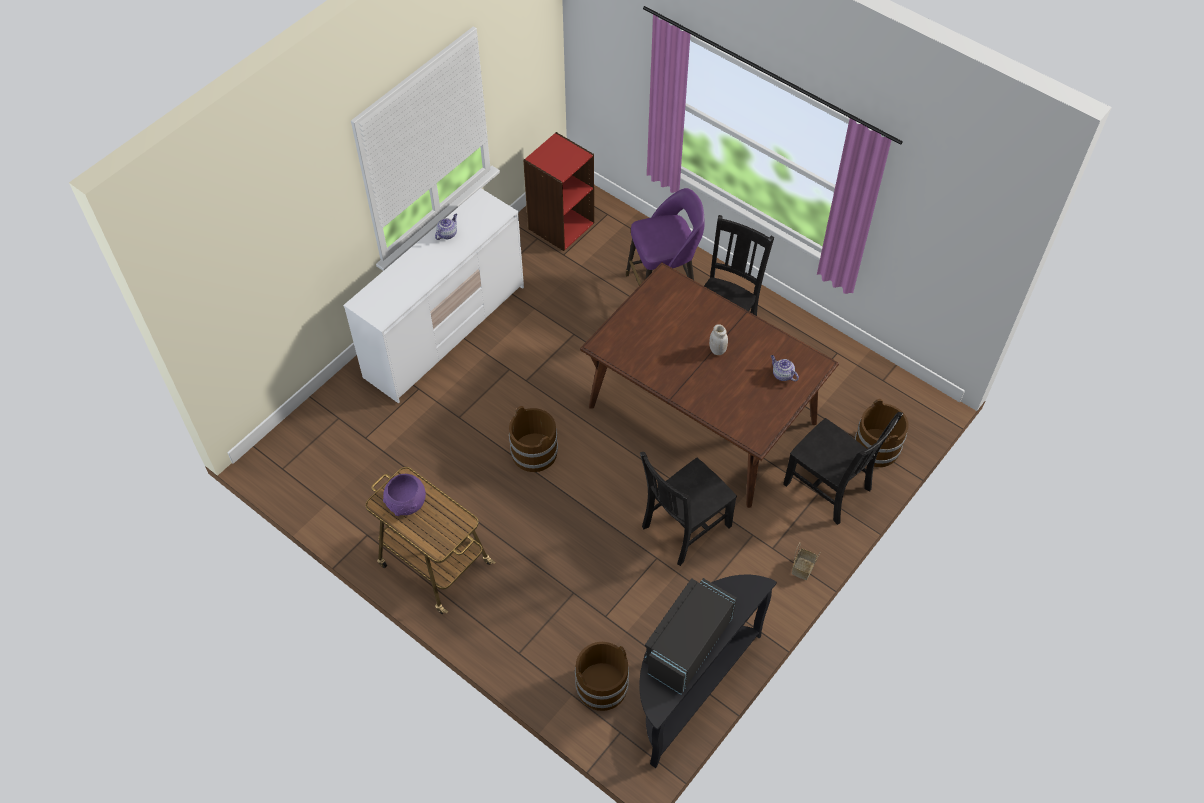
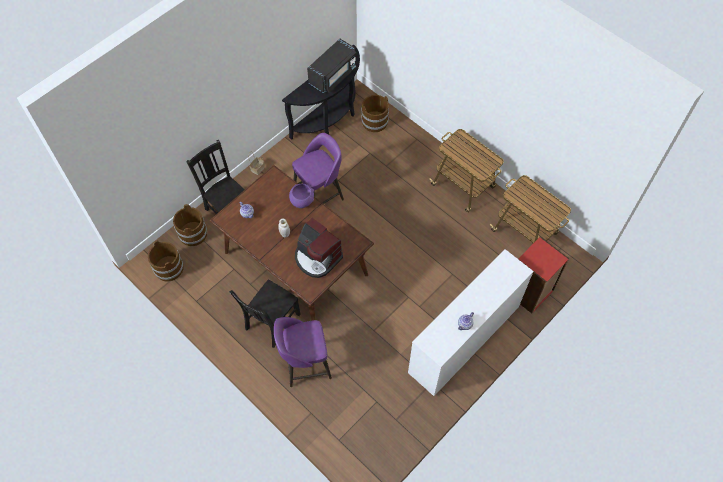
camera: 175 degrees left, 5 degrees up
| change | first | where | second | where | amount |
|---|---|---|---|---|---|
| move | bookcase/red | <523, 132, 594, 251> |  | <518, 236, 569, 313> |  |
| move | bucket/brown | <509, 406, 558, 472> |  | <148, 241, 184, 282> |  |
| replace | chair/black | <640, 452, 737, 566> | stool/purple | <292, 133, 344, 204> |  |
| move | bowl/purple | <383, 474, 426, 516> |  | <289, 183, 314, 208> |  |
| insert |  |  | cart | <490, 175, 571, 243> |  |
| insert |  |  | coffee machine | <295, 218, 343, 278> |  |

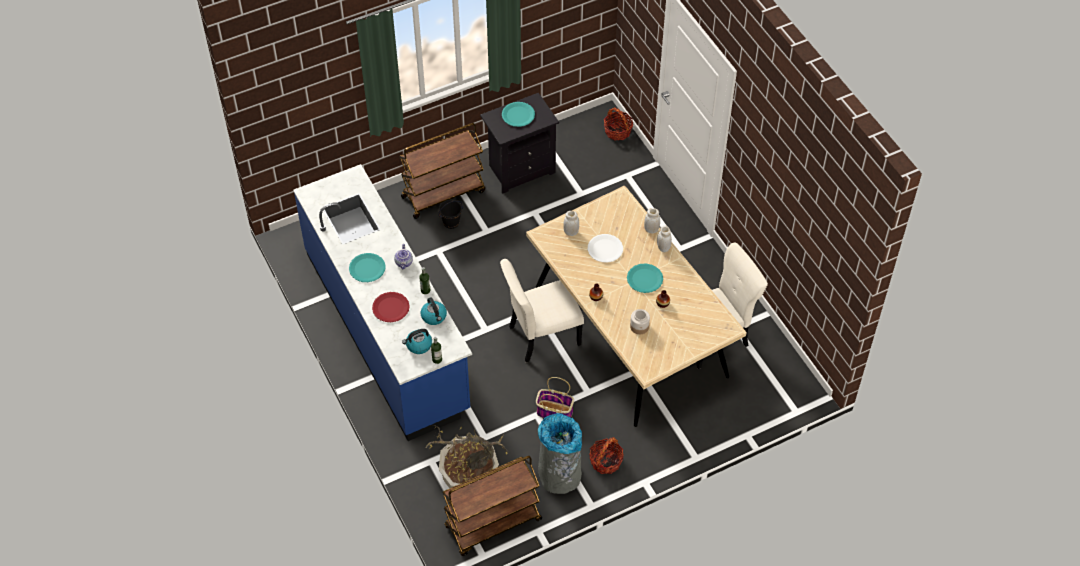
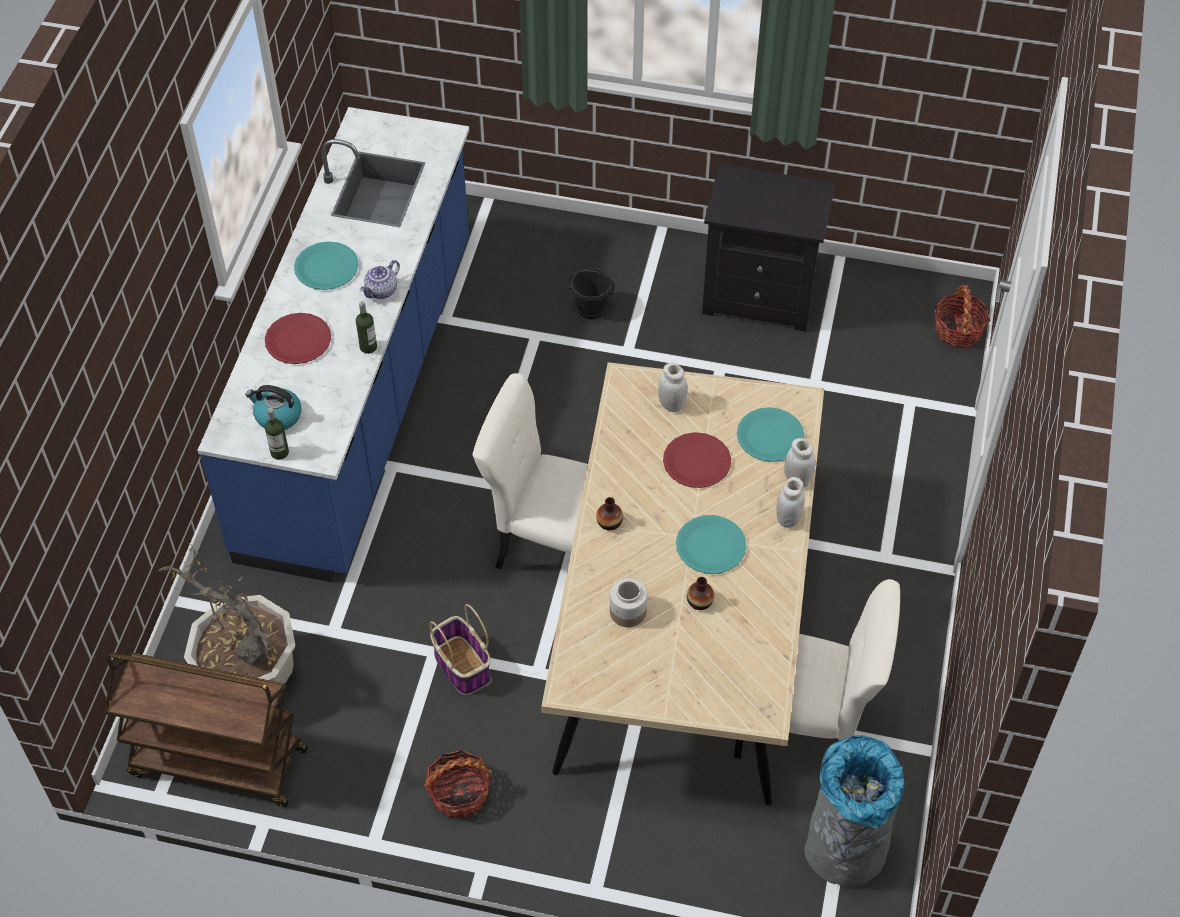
camera: 40 degrees right, 0 degrees up
| change | first | where | second | where | amount |
|---|---|---|---|---|---|
| move | plate/turquoise | <502, 102, 535, 127> |  | <737, 407, 804, 462> |  |
| delete | cart/brown | <399, 123, 485, 219> |  |  |  |
| recolor | plate/white | <588, 234, 623, 262> | plate/red | <663, 432, 731, 488> |  |
| delete | kettle | <421, 297, 447, 325> |  |  |  |
| move | trash can/grey | <538, 413, 582, 494> |  | <804, 735, 905, 887> |  |

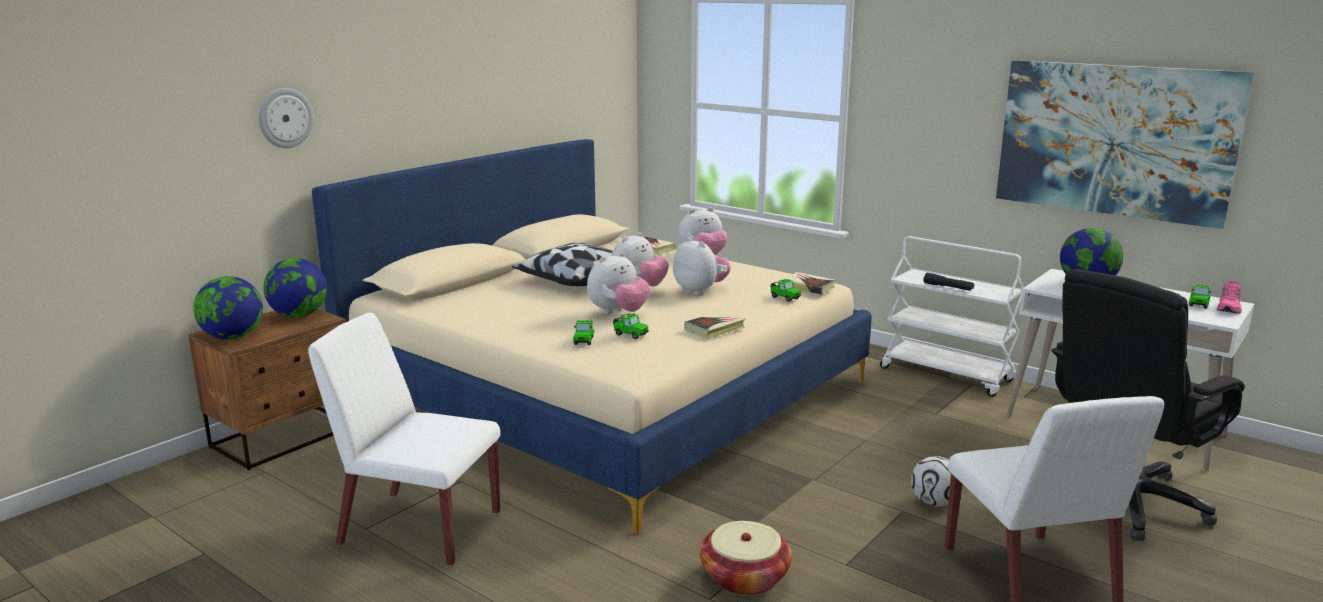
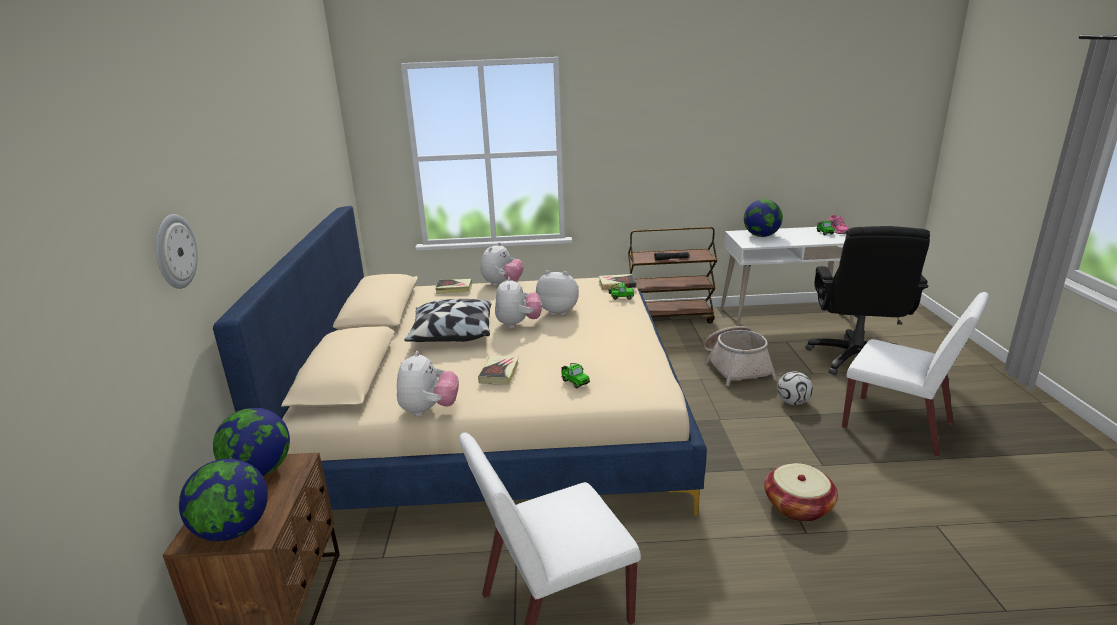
camera: 40 degrees left, 5 degrees up
| change | first | where | second | where | amount |
|---|---|---|---|---|---|
| delete | picture | <996, 60, 1254, 229> |  |  |  |
| recolor | cart/white | <880, 236, 1024, 397> | cart/brown | <628, 227, 717, 323> |  |
| move | plush toy | <587, 252, 650, 314> |  | <397, 351, 459, 417> |  |
| move | book | <685, 311, 745, 339> |  | <478, 356, 519, 385> |  |
| delete | toy car | <613, 313, 649, 339> |  |  |  |
| insert |  |  | basket | <704, 326, 777, 386> |  |

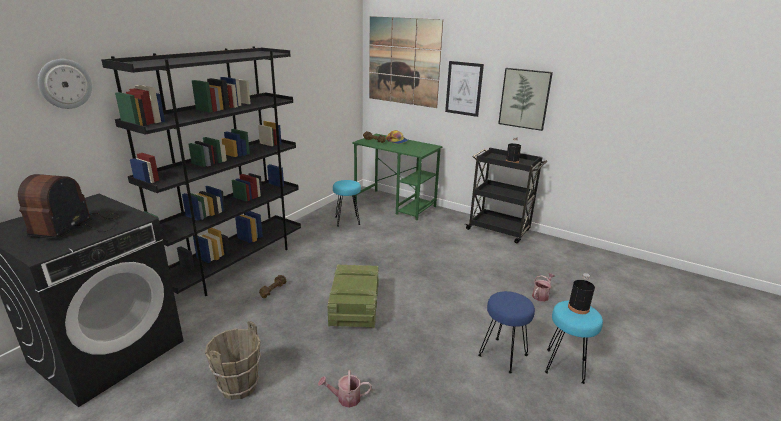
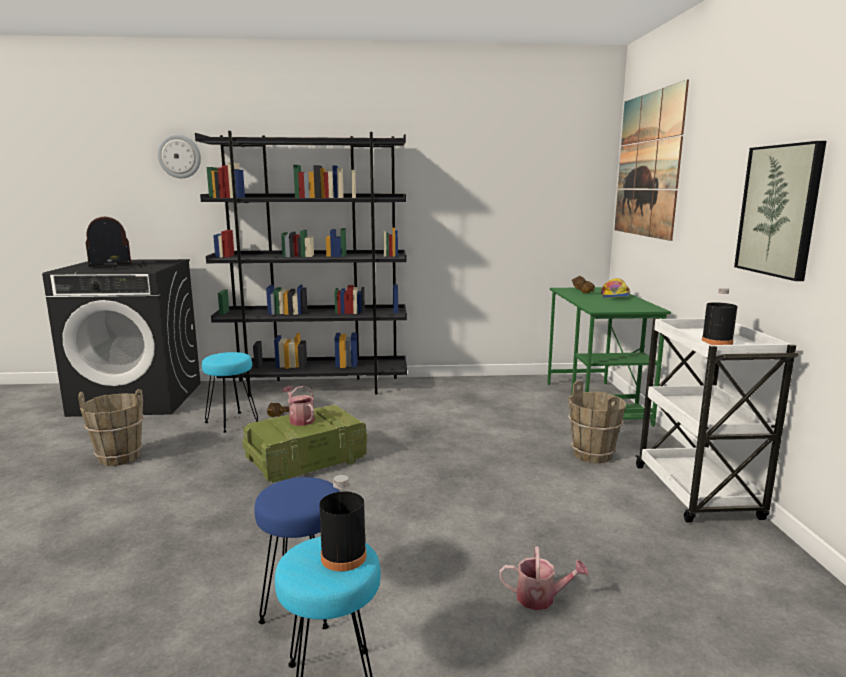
camera: 55 degrees right, 10 degrees down
| change | first | where | second | where | amount |
|---|---|---|---|---|---|
| delete | picture | <445, 61, 484, 117> |  |  |  |
| recolor | cart/black | <465, 147, 547, 243> | cart/white | <635, 318, 798, 523> |  |
| move | stool/turquoise | <333, 180, 361, 226> |  | <202, 352, 258, 433> |  |
| move | watering can | <318, 370, 372, 408> |  | <282, 385, 315, 426> |  |
| insert |  |  | bucket/brown | <568, 381, 626, 463> |  |

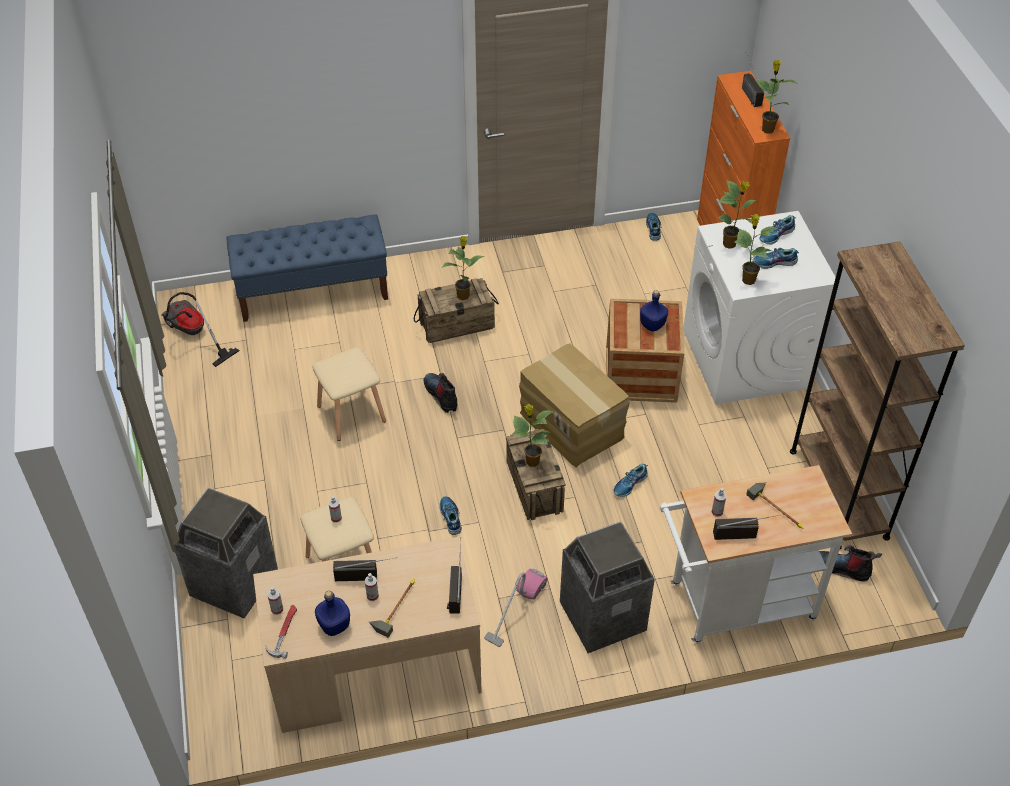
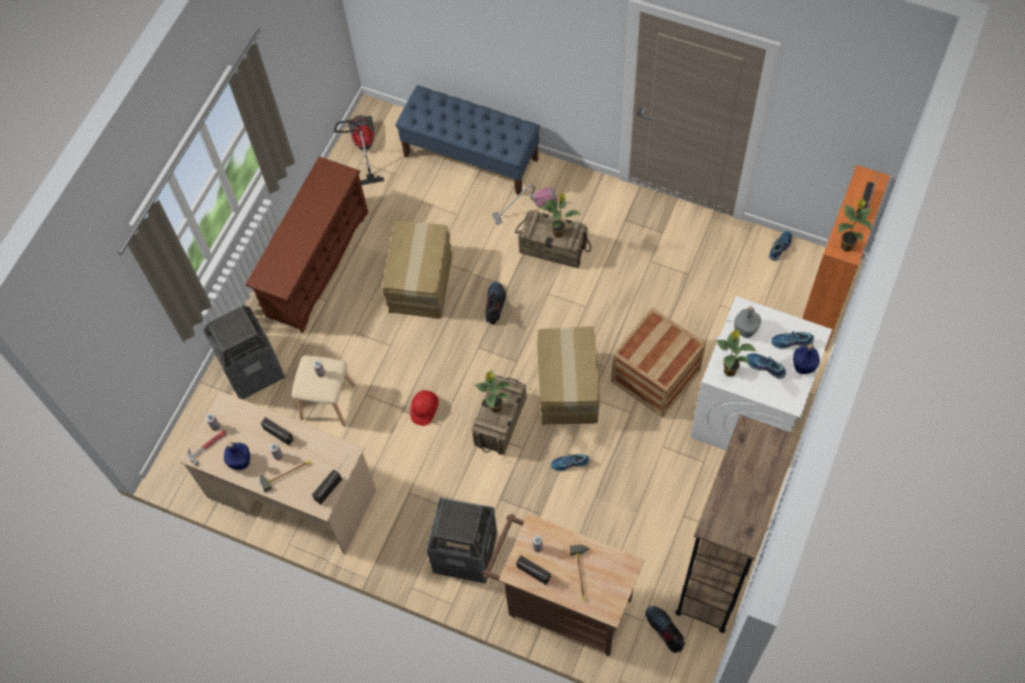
camera: 40 degrees right, 15 degrees up
| change | first | where | second | where | amount |
|---|---|---|---|---|---|
| replace | potted plant | <717, 180, 757, 249> | bottle/grey | <734, 306, 761, 338> |  |
| move | bottle/blue | <640, 290, 668, 331> |  | <793, 344, 820, 374> |  |
| replace | stool/beige | <312, 347, 386, 441> | cardboard box | <382, 221, 452, 318> |  |
| recolor | cart/white | <660, 465, 852, 644> | cart/brown | <482, 514, 645, 656> |  |
| replace | shoe | <440, 496, 462, 535> | hard hat/red | <410, 390, 439, 426> |  |
| move | vacuum cleaner | <484, 569, 548, 647> |  | <492, 185, 558, 225> |  |
| insert |  |  | shoe rack/brown | <246, 157, 368, 333> |  |

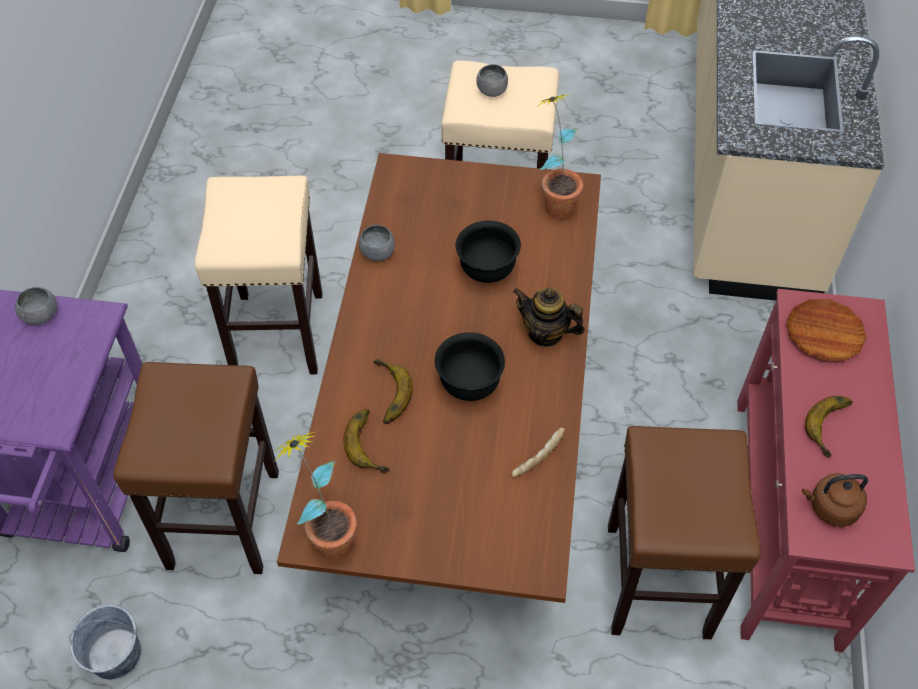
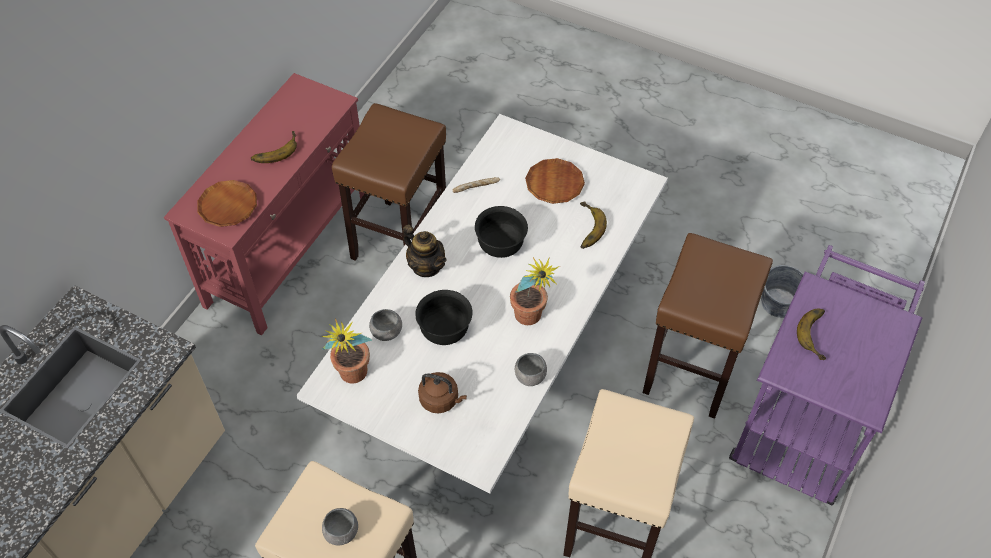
camera: 160 degrees left, 0 degrees up
| change | first | where | second | where | amount |
|---|---|---|---|---|---|
| recolor | dining table/brown | <277, 153, 601, 603> | dining table/white | <296, 114, 668, 493> |  |
| move | bowl/grey | <15, 287, 57, 325> |  | <369, 309, 402, 341> |  |
| move | banana | <373, 358, 413, 424> |  | <797, 309, 826, 360> |  |
| move | potted plant | <274, 431, 357, 560> |  | <510, 257, 560, 325> |  |
| move | kettle/brown | <802, 473, 868, 527> |  | <418, 372, 467, 414> |  |
| insert |  |  | plate/brown | <525, 158, 585, 204> |  |

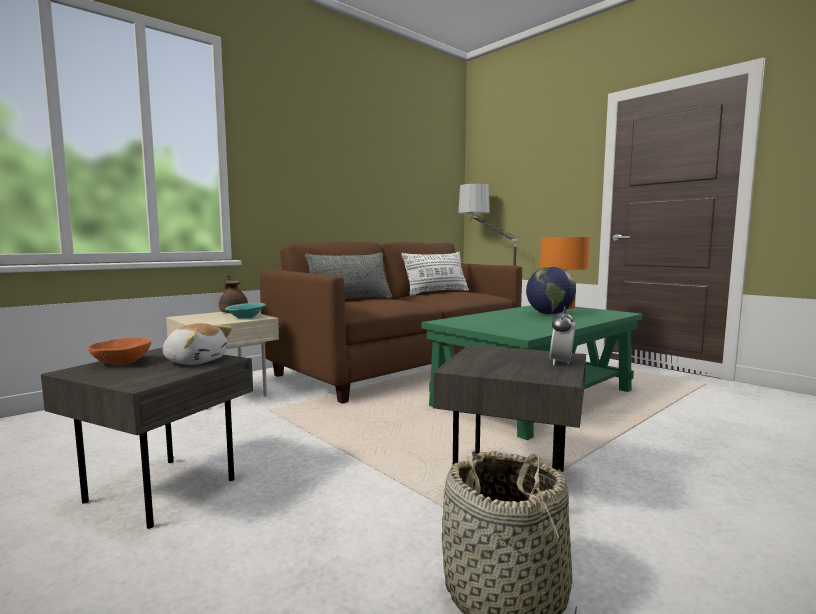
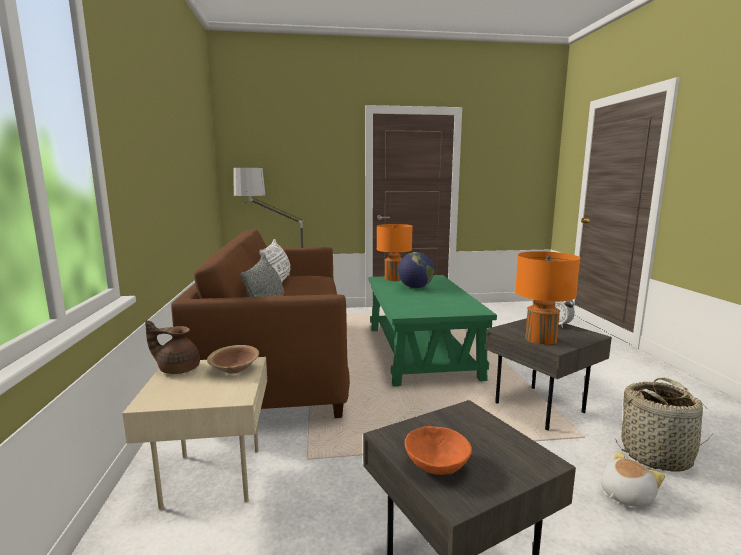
camera: 55 degrees left, 5 degrees up
| change | first | where | second | where | amount |
|---|---|---|---|---|---|
| recolor | bowl/turquoise | <225, 303, 266, 319> | bowl/brown | <207, 345, 259, 374> |  |
| move | plush toy | <163, 323, 233, 365> |  | <601, 452, 665, 506> |  |
| insert |  |  | table lamp/orange | <515, 251, 580, 345> |  |

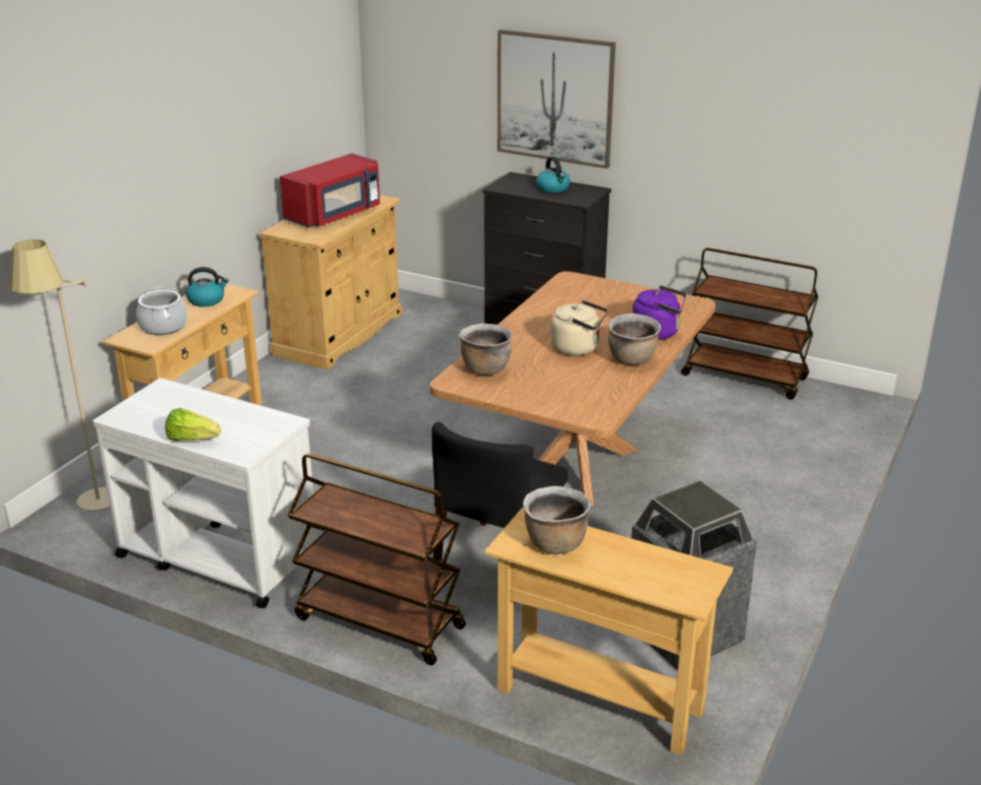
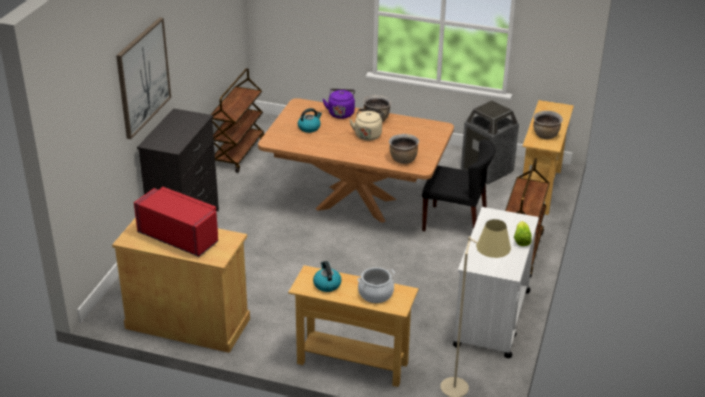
camera: 100 degrees left, 5 degrees up
| change | first | where | second | where | amount |
|---|---|---|---|---|---|
| move | kettle | <536, 157, 570, 193> |  | <298, 108, 322, 133> |  |

